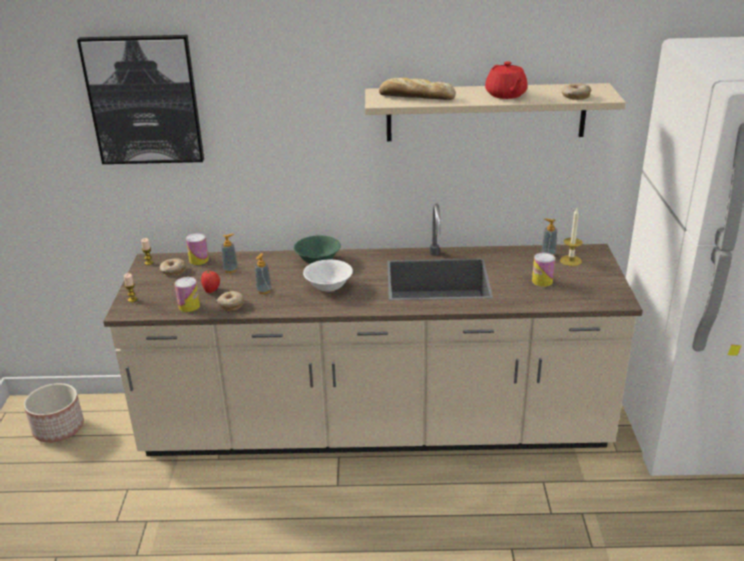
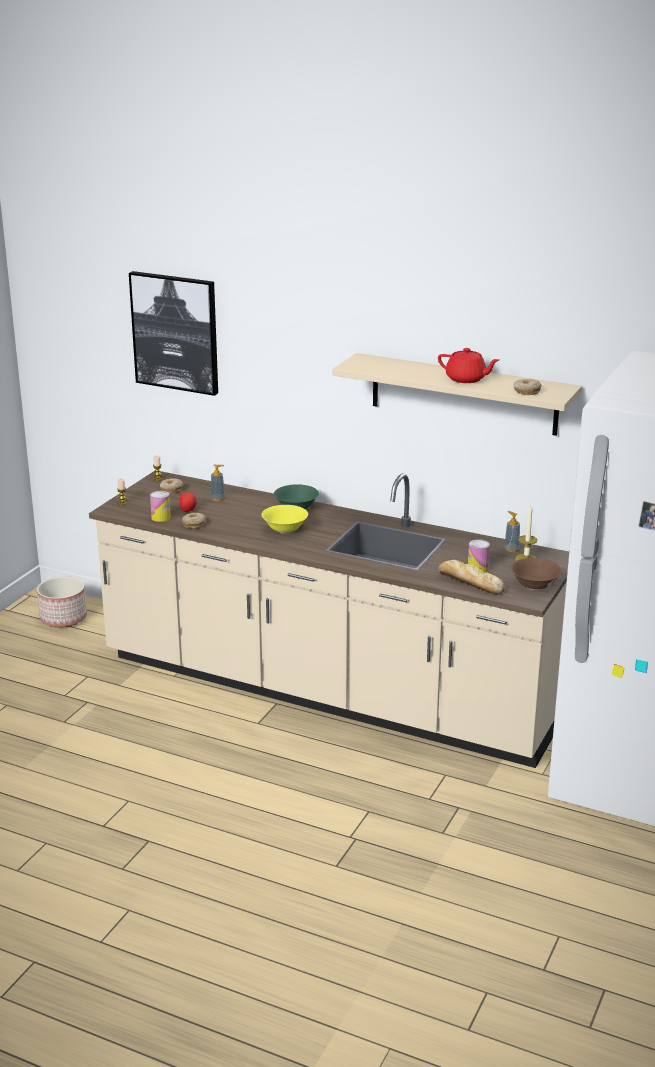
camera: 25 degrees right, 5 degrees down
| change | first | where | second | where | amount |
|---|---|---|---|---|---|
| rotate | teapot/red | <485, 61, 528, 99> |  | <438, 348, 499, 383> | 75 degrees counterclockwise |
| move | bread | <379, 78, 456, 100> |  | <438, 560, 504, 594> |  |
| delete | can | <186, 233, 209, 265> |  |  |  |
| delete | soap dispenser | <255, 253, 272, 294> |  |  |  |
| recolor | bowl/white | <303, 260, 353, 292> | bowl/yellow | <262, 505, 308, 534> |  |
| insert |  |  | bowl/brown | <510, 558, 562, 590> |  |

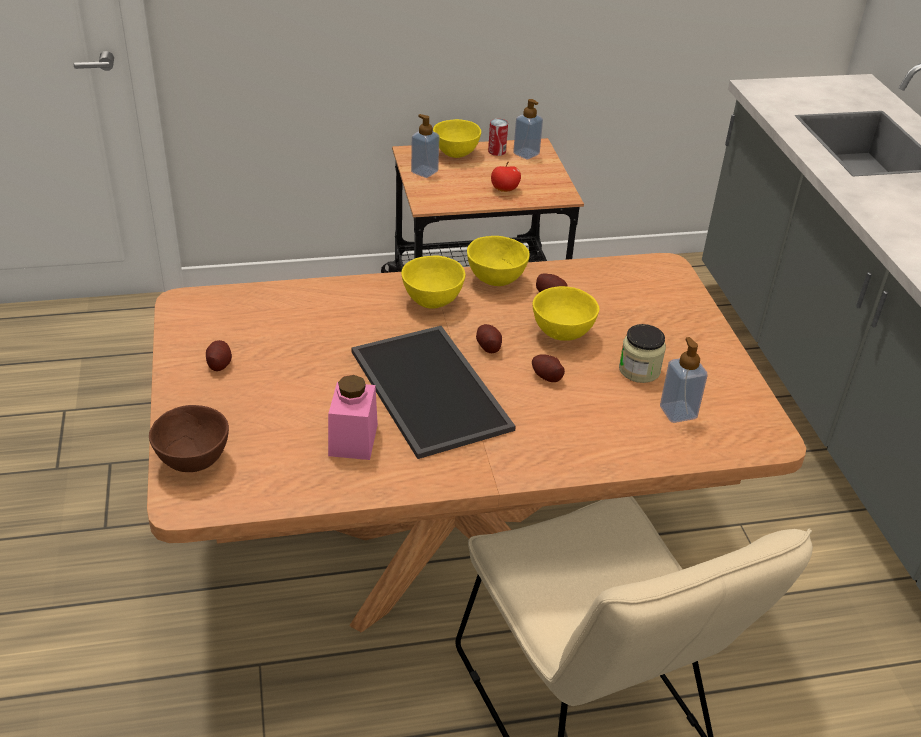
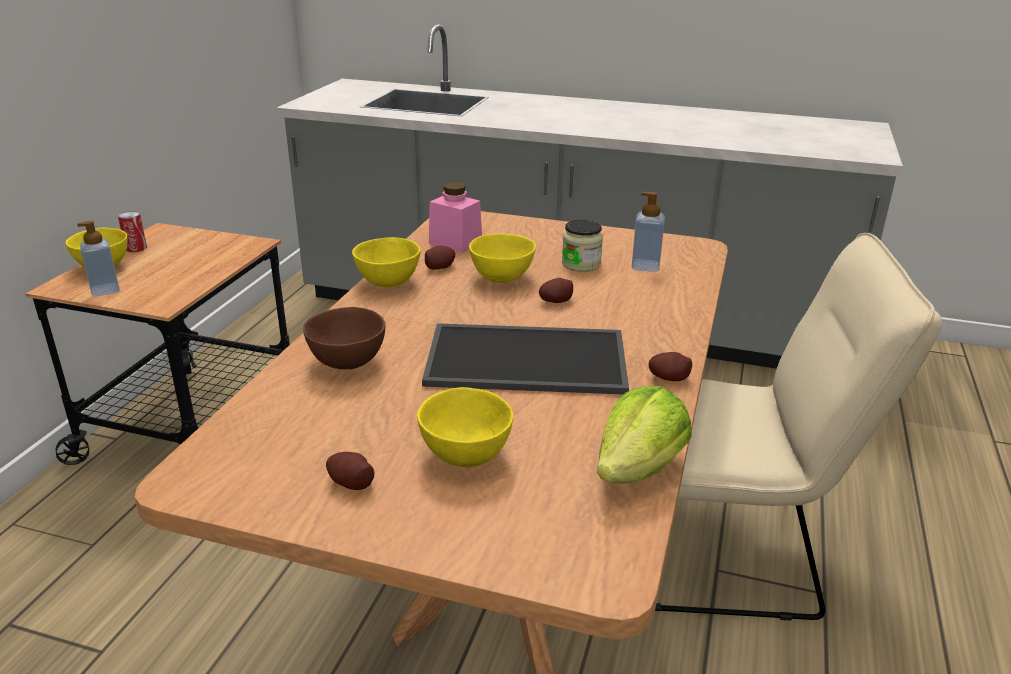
camera: 60 degrees left, 10 degrees down
| change | first | where | second | where | amount |
|---|---|---|---|---|---|
| delete | soap dispenser | <513, 99, 543, 160> |  |  |  |
| delete | apple | <491, 161, 521, 192> |  |  |  |
| move | bowl/yellow | <401, 256, 465, 309> |  | <417, 387, 513, 467> |  |
| move | potato | <476, 324, 502, 353> |  | <648, 352, 692, 381> |  |
| move | jar/pink | <328, 375, 378, 460> |  | <429, 182, 482, 253> |  |
| move | bowl/brown | <149, 405, 229, 472> |  | <303, 307, 385, 369> |  |
| insert |  |  | lettuce | <597, 386, 692, 484> |  |

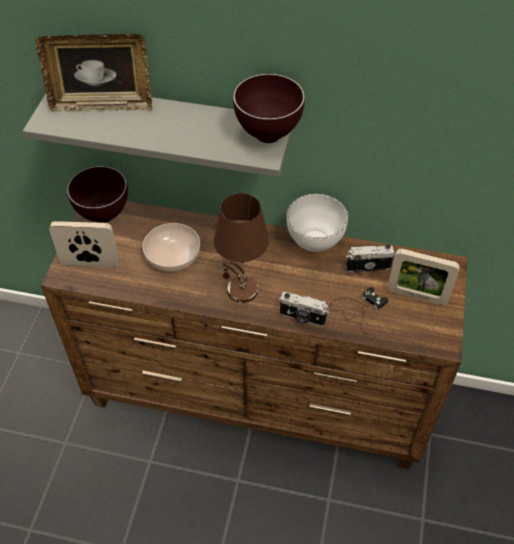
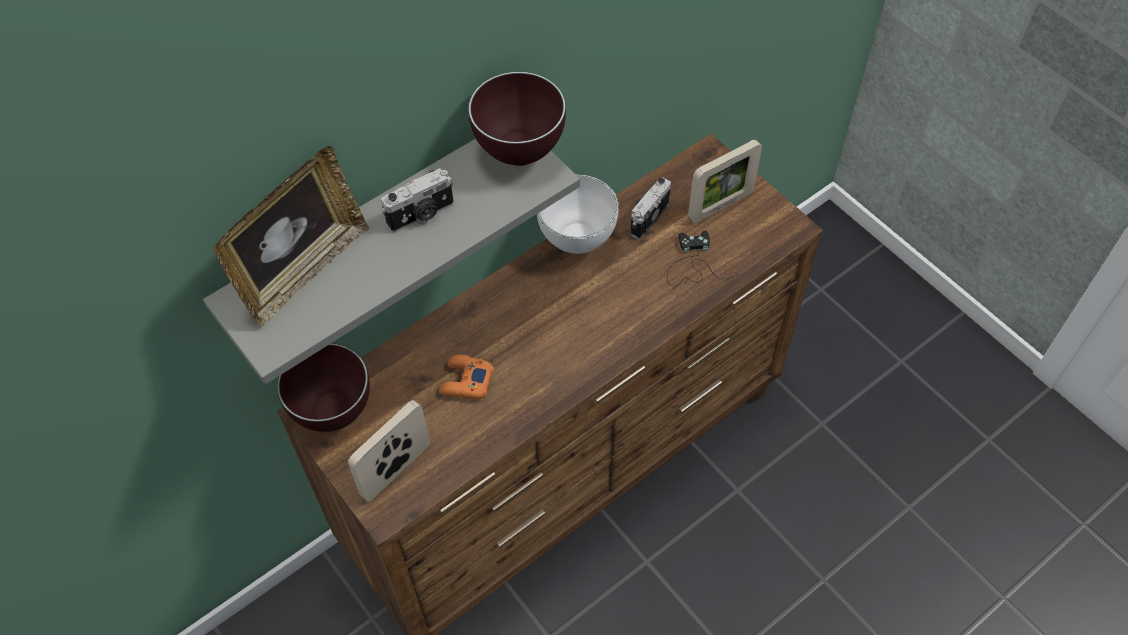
camera: 50 degrees left, 5 degrees up
| change | first | where | second | where | amount |
|---|---|---|---|---|---|
| delete | table lamp/brown | <214, 193, 269, 303> |  |  |  |
| replace | bowl | <142, 223, 200, 271> | game controller/orange | <439, 354, 494, 399> |  |
| move | photo camera | <279, 292, 329, 327> |  | <381, 168, 454, 233> |  |

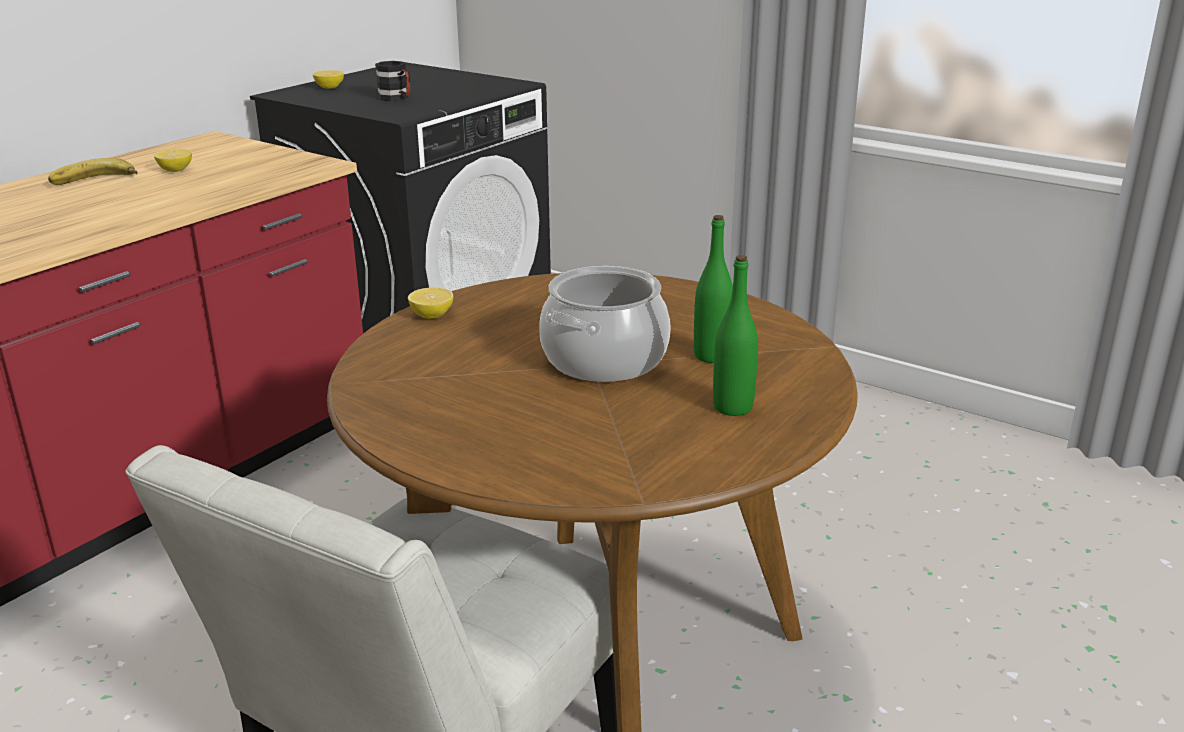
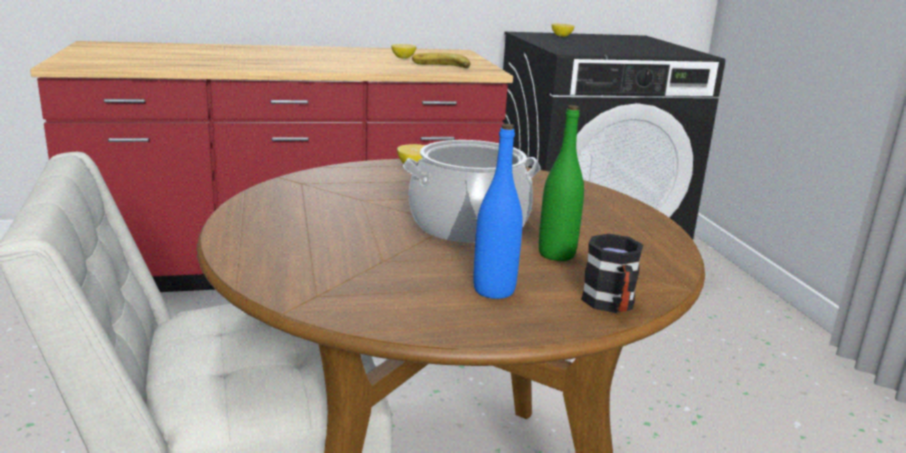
camera: 40 degrees right, 5 degrees down
| change | first | where | second | where | amount |
|---|---|---|---|---|---|
| move | mug/black | <375, 61, 410, 101> |  | <581, 234, 643, 313> |  |
| move | banana | <48, 158, 137, 185> |  | <412, 53, 470, 68> |  |
| recolor | bottle/green | <713, 255, 758, 416> | bottle/blue | <473, 124, 523, 299> |  |

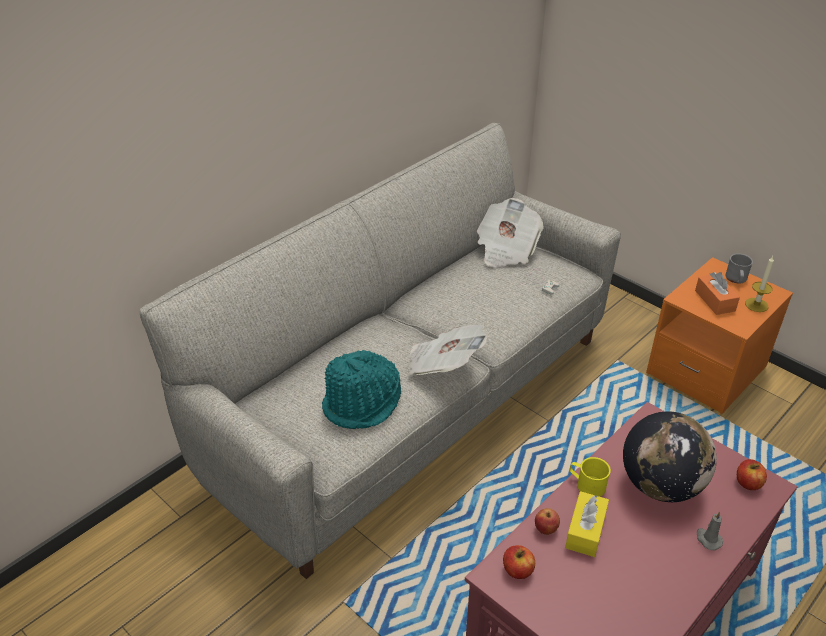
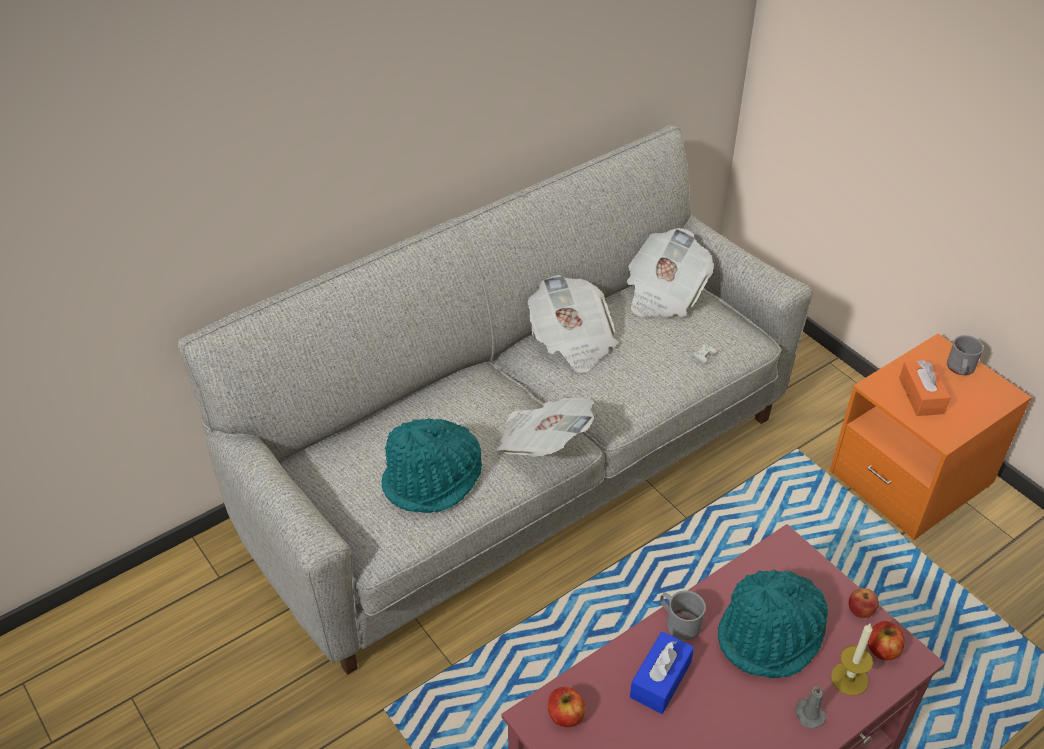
camera: 10 degrees right, 5 degrees up
| change | first | where | second | where | amount |
|---|---|---|---|---|---|
| move | candle | <745, 256, 774, 312> |  | <831, 623, 873, 695> |  |
| replace | globe | <623, 411, 717, 502> | hat/turquoise | <718, 569, 828, 678> |  |
| recolor | mug/yellow | <570, 457, 611, 497> | mug/grey | <660, 590, 706, 640> |  |
| recolor | tissue box/yellow | <565, 491, 609, 557> | tissue box/blue | <630, 631, 694, 714> |  |
| move | apple | <535, 508, 560, 535> |  | <849, 588, 879, 618> |  |
| insert |  |  | newspaper | <528, 275, 618, 373> |  |

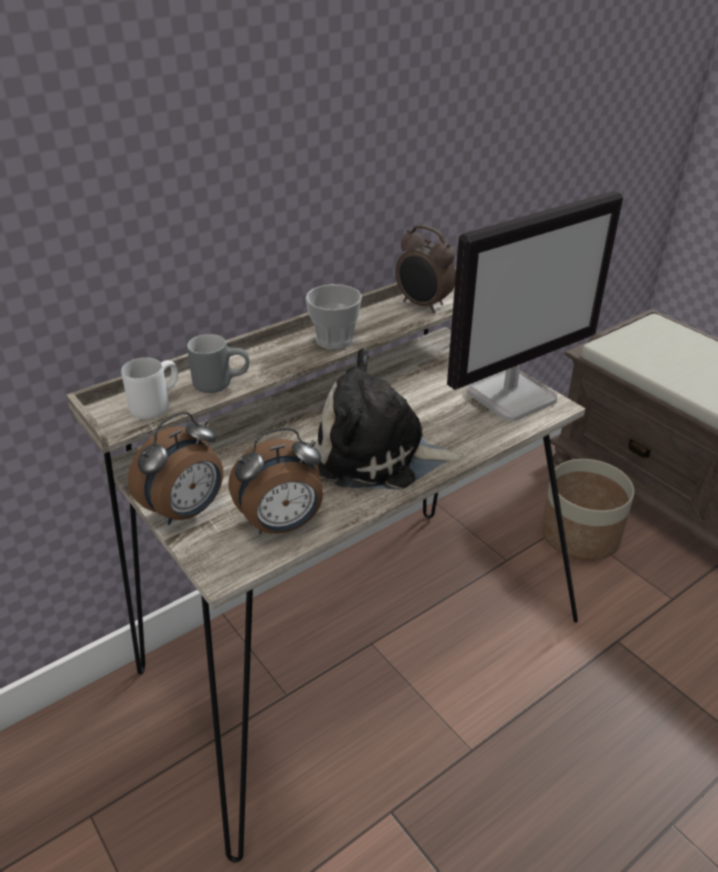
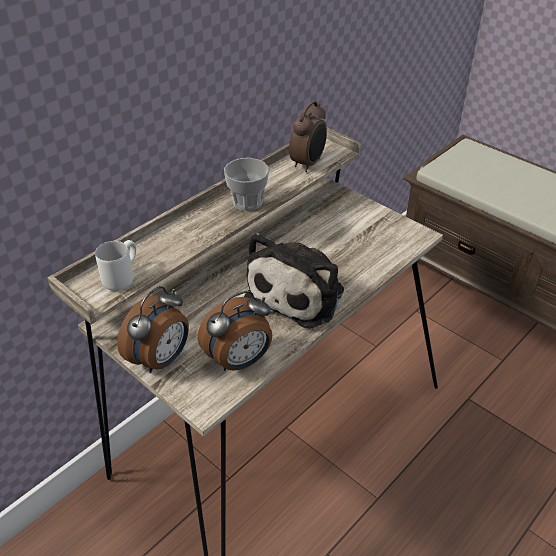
camera: 10 degrees left, 5 degrees up
| change | first | where | second | where | amount |
|---|---|---|---|---|---|
| delete | monitor | <447, 191, 623, 421> |  |  |  |
| rotate | alarm clock | <395, 225, 456, 313> |  | <289, 101, 327, 172> | 90 degrees counterclockwise |
| delete | mug/grey | <187, 334, 250, 393> |  |  |  |
| rotate | plush toy | <317, 348, 467, 490> |  | <244, 233, 344, 328> | 60 degrees counterclockwise |
| delete | planter | <541, 459, 635, 561> |  |  |  |

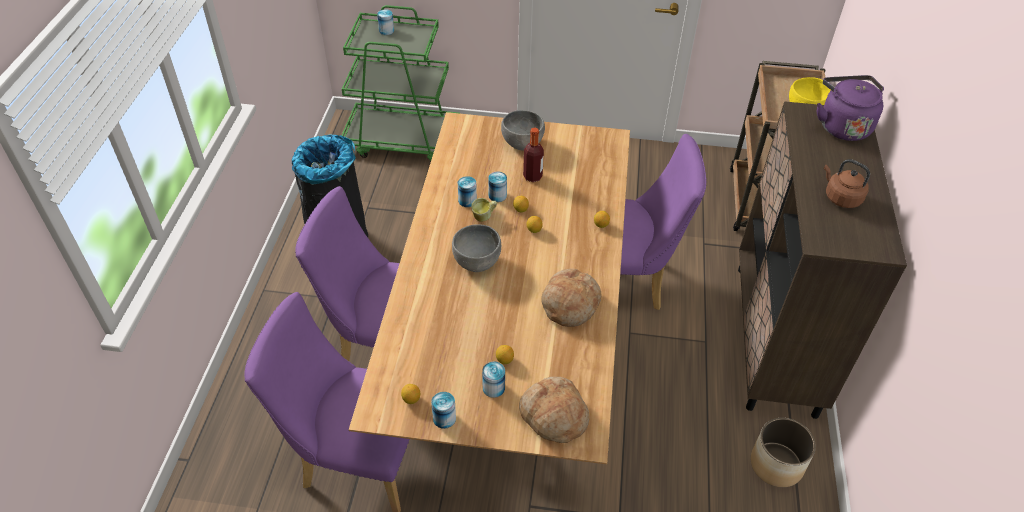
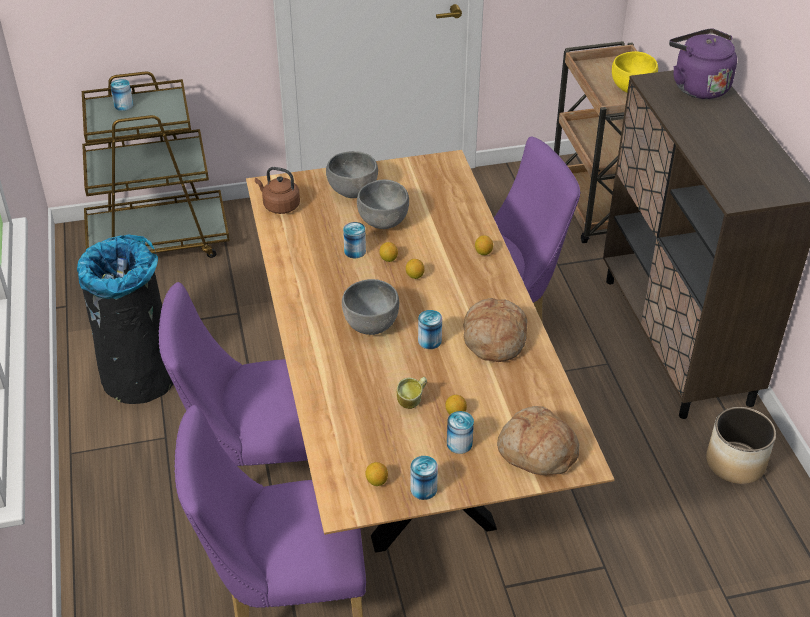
camera: 20 degrees left, 5 degrees down
| change | first | where | second | where | amount |
|---|---|---|---|---|---|
| recolor | cart/green | <342, 5, 460, 161> | cart/brown | <82, 72, 230, 258> |  |
| replace | bottle | <523, 128, 544, 182> | bowl/grey | <357, 179, 409, 229> |  |
| move | kettle/brown | <824, 159, 870, 208> |  | <255, 167, 300, 214> |  |
| move | can | <458, 176, 477, 207> |  | <418, 310, 442, 349> |  |
| move | mug | <471, 198, 497, 222> |  | <397, 377, 427, 409> |  |

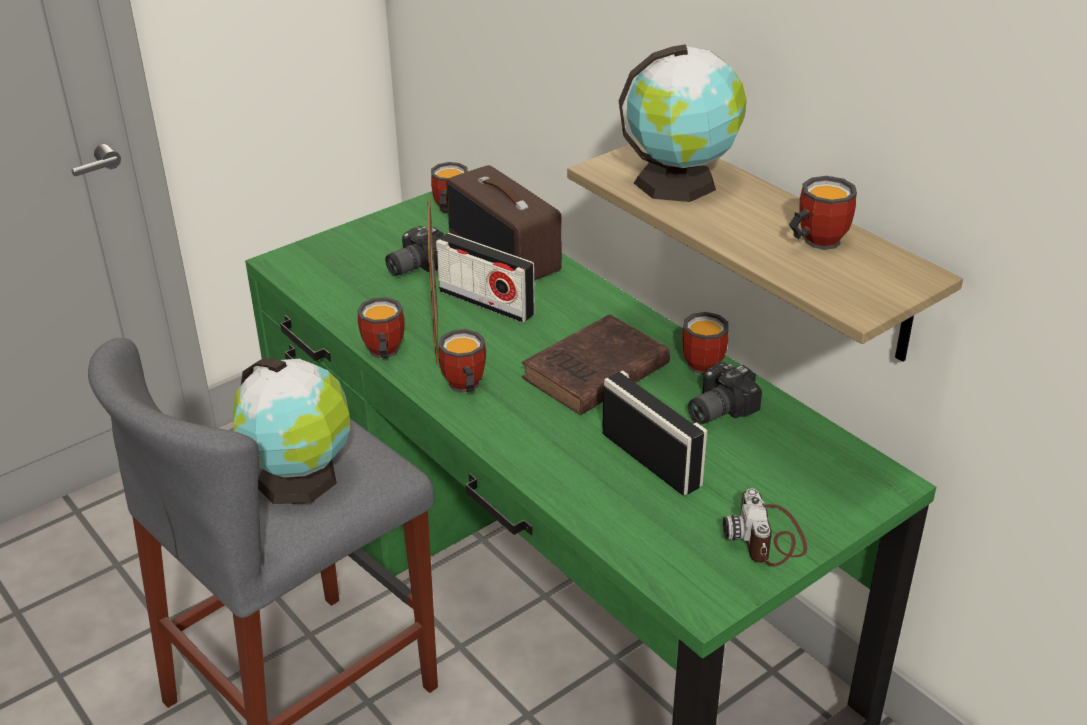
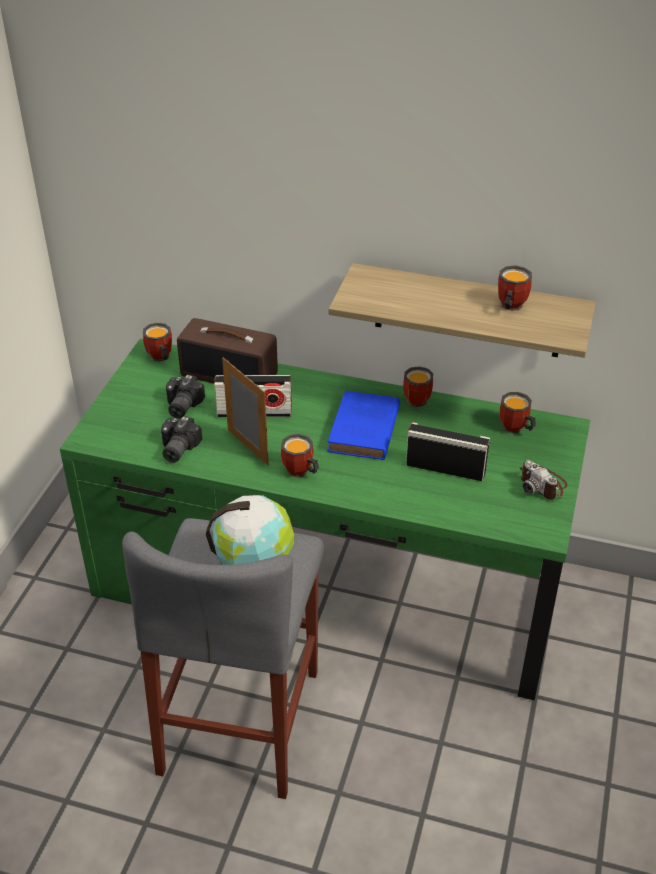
camera: 35 degrees left, 5 degrees up
| change | first | where | second | where | amount |
|---|---|---|---|---|---|
| delete | globe | <619, 44, 747, 202> |  |  |  |
| move | mug | <357, 297, 405, 359> |  | <499, 392, 536, 434> |  |
| recolor | book/brown | <522, 314, 670, 415> | book/blue | <327, 391, 400, 460> |  |
| move | photo camera | <688, 362, 762, 425> |  | <161, 416, 202, 463> |  |

